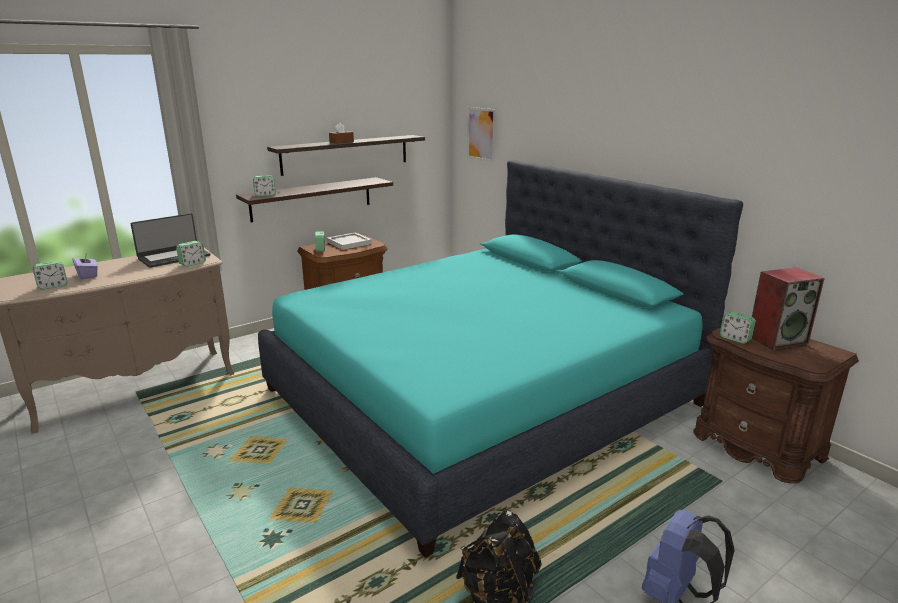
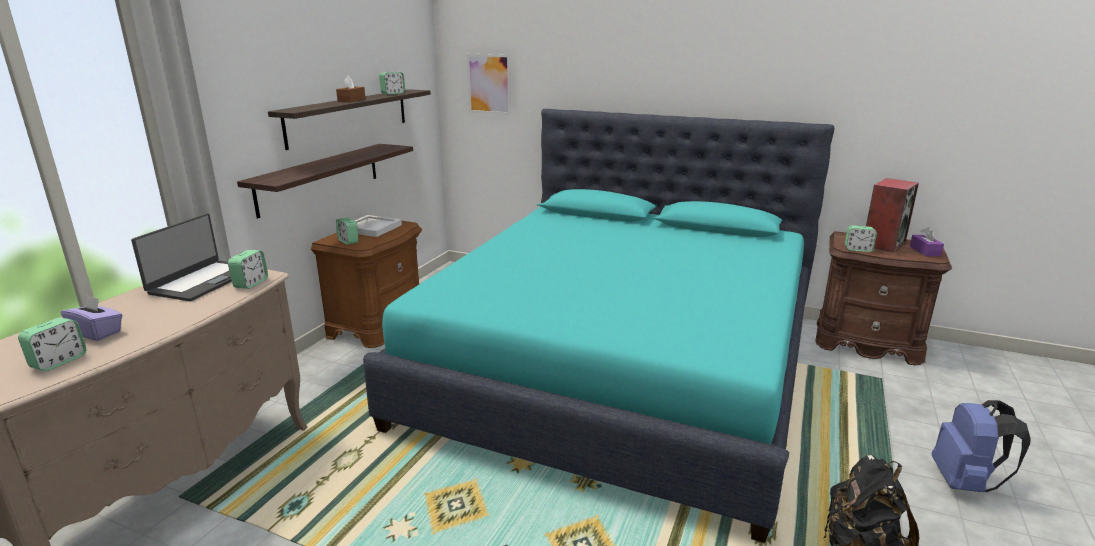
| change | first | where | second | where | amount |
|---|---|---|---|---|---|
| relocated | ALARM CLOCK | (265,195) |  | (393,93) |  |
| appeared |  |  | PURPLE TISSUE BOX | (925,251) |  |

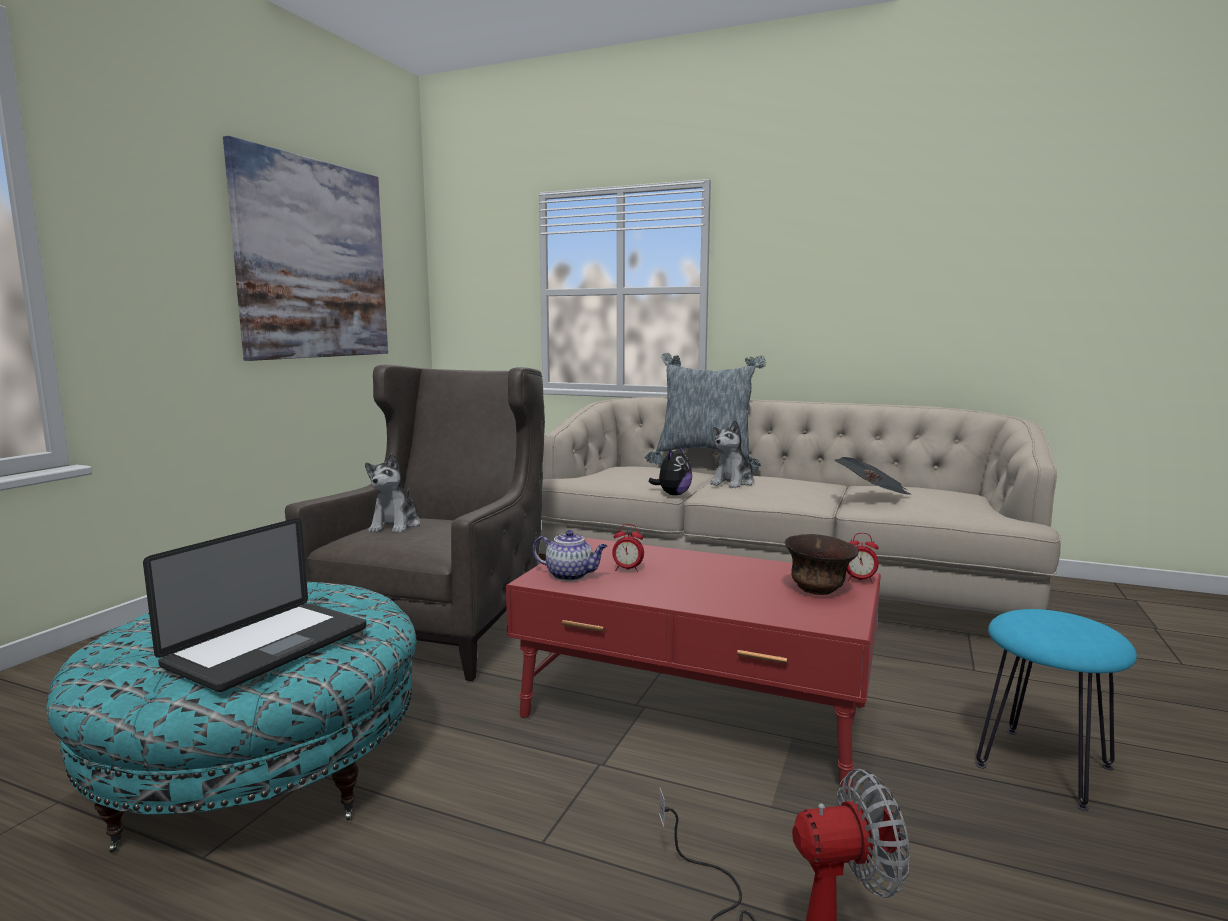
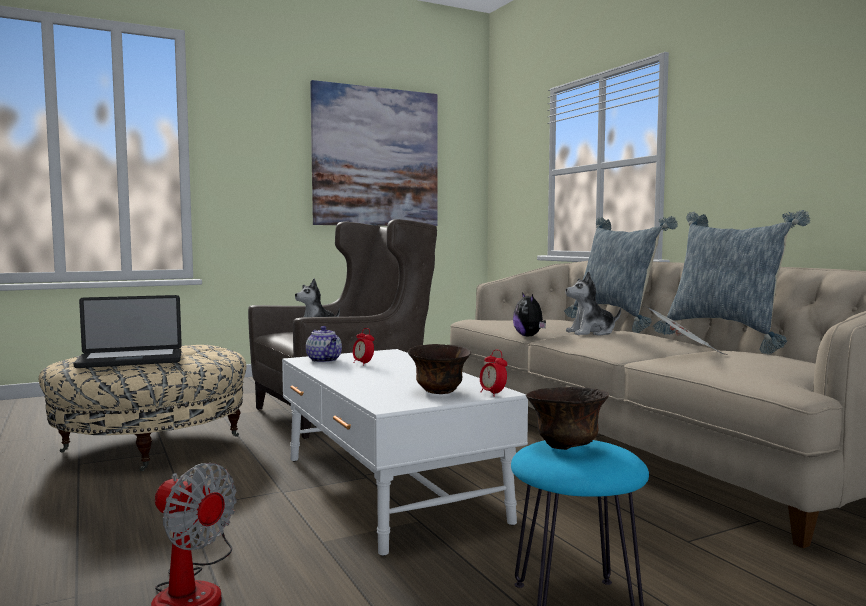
| change | first | where | second | where | amount |
|---|---|---|---|---|---|
| colour | TURQUOISE OTTOMAN | (260,770) | BEIGE OTTOMAN | (151,444) |  |
| colour | RED COFFEE TABLE | (696,712) | WHITE COFFEE TABLE | (390,489) |  |
| spun | PLUSH TOY | (673,494) |  | (529,336) | 90 degrees clockwise |
| appeared |  |  | BROWN BOWL | (566,446) |  |
| appeared |  |  | PILLOW | (726,344) |  |

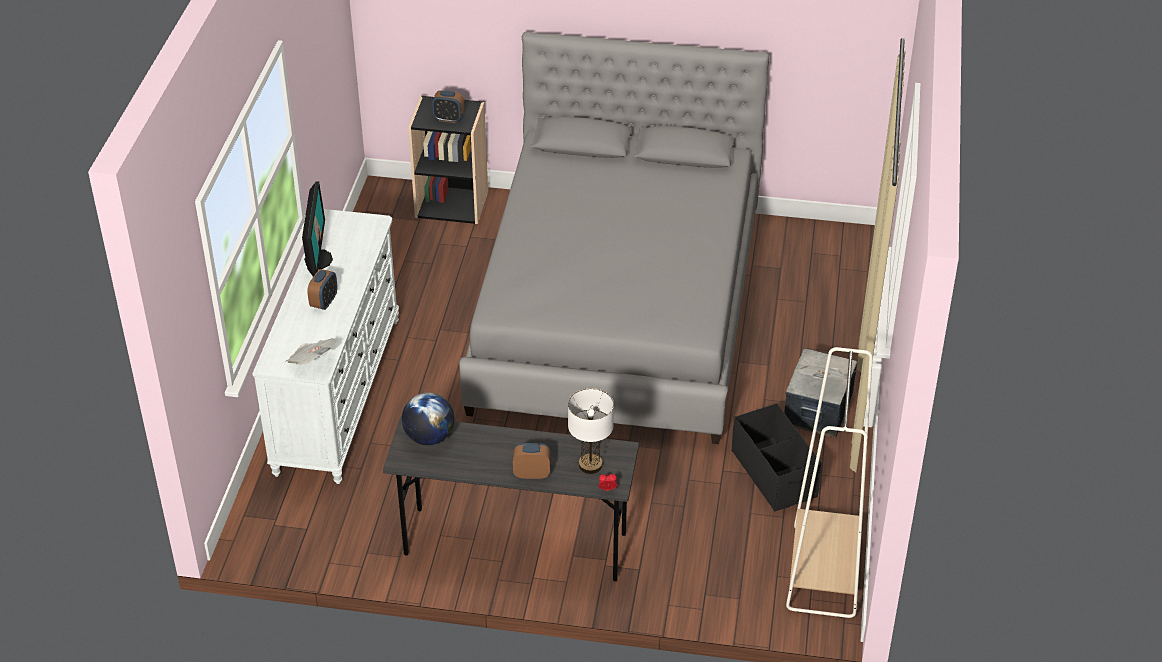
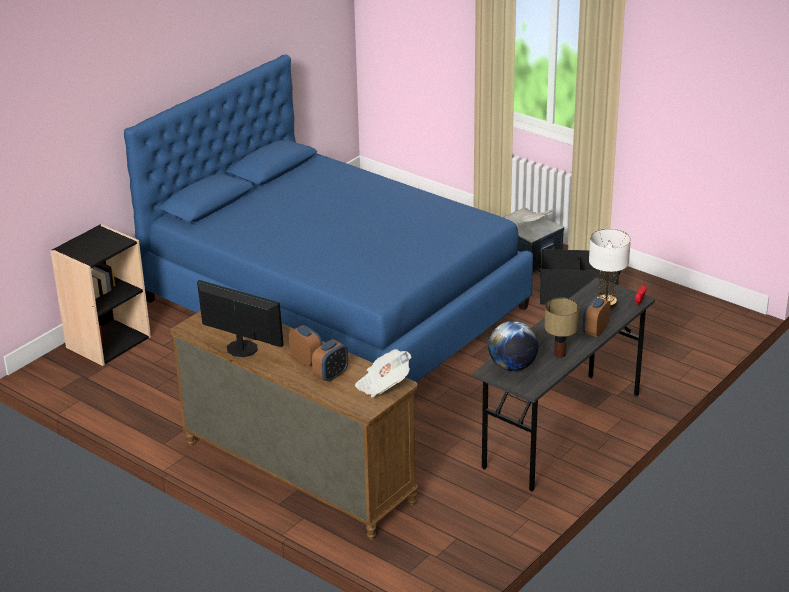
| change | first | where | second | where | amount |
|---|---|---|---|---|---|
| colour | WHITE DRESSER | (338,394) | BROWN DRESSER | (297,473) |  |
| relocated | ALARM CLOCK | (448,119) |  | (331,375) |  |
| colour | GREY BED | (618,310) | BLUE BED | (335,303) |  |
| missing | CLOTHES RACK | (823,573) |  |  |  |
| appeared |  |  | TABLE LAMP | (559,355) |  |

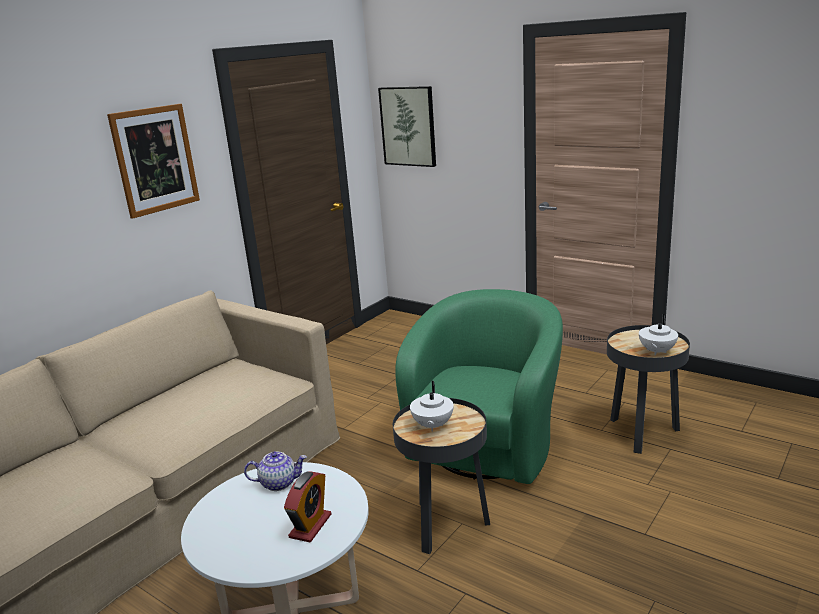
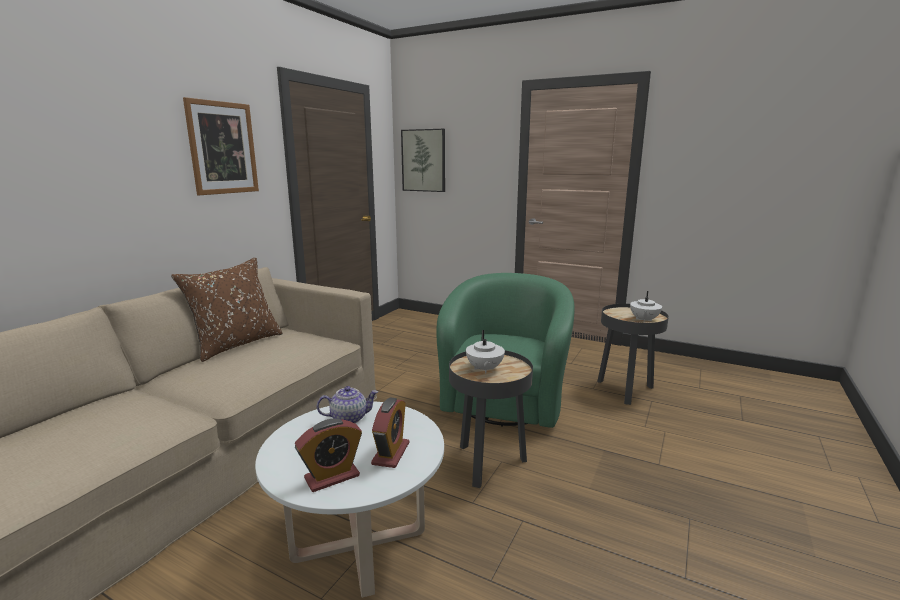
| change | first | where | second | where | amount |
|---|---|---|---|---|---|
| appeared |  |  | BROWN PILLOW | (236,344) |  |
| appeared |  |  | ALARM CLOCK | (332,477) |  |

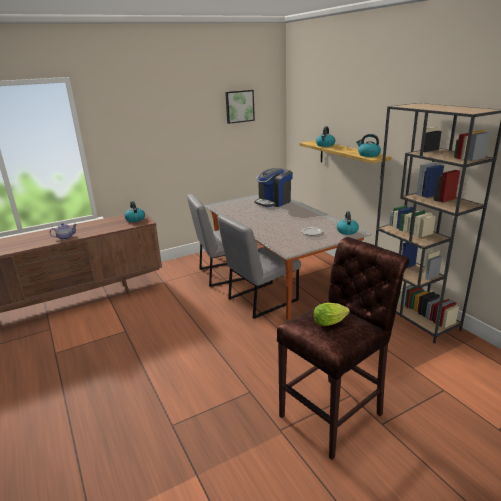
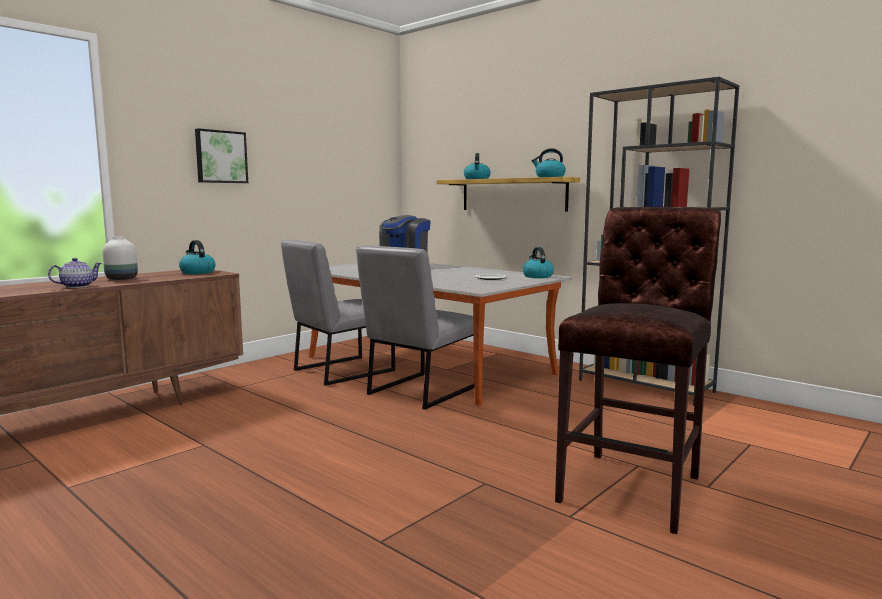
| change | first | where | second | where | amount |
|---|---|---|---|---|---|
| relocated | PICTURE | (239,106) |  | (220,157) |  |
| missing | LETTUCE | (331,322) |  |  |  |
| appeared |  |  | WHITE VASE | (122,279) |  |

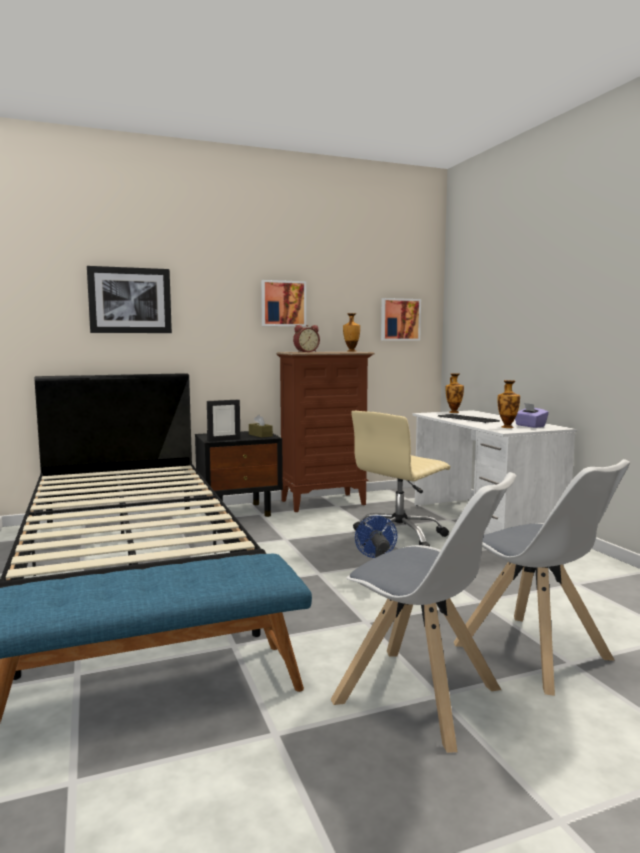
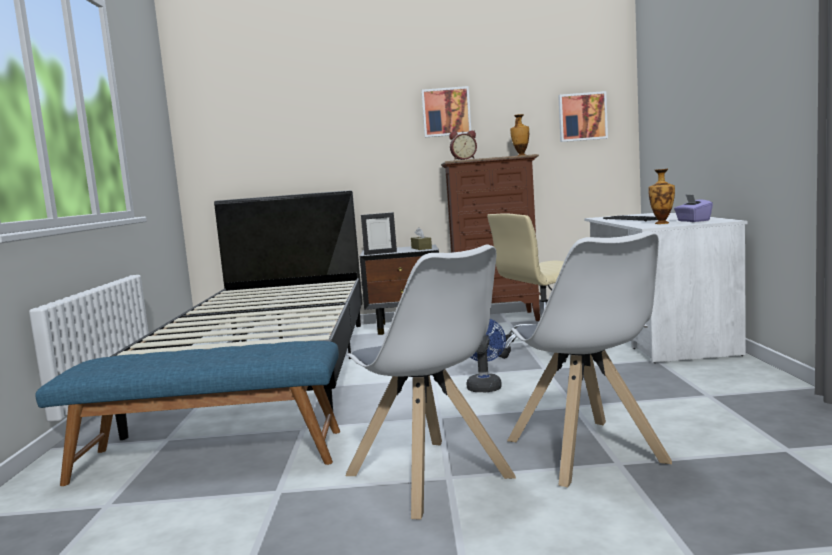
| change | first | where | second | where | amount |
|---|---|---|---|---|---|
| missing | PICTURE | (130,300) |  |  |  |
| missing | VASE | (453,412) |  |  |  |

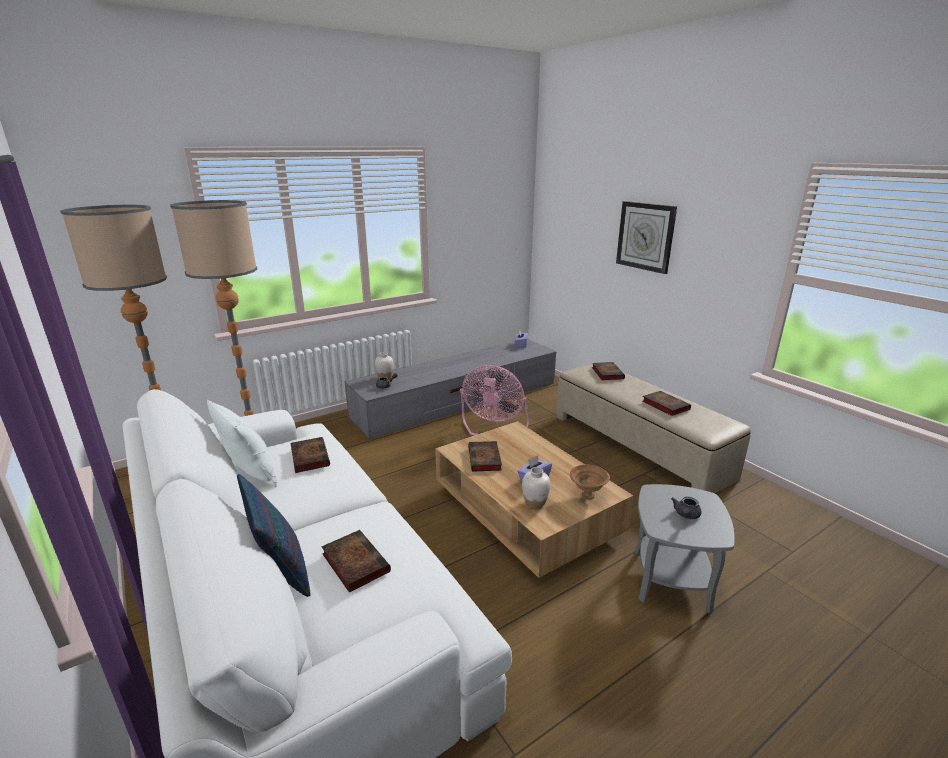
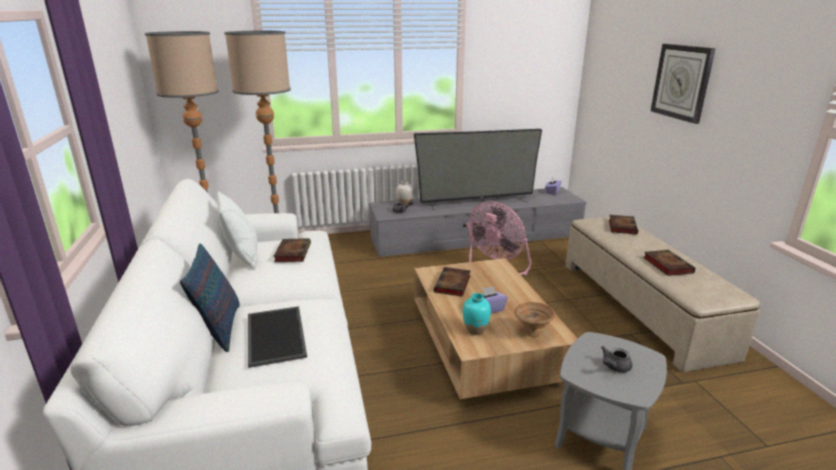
| change | first | where | second | where | amount |
|---|---|---|---|---|---|
| exchanged | BOOK | (354,562) | TRAY | (274,335) |  |
| colour | WHITE VASE | (535,504) | TURQUOISE VASE | (475,330) |  |
| appeared |  |  | TELEVISION | (477,202) |  |

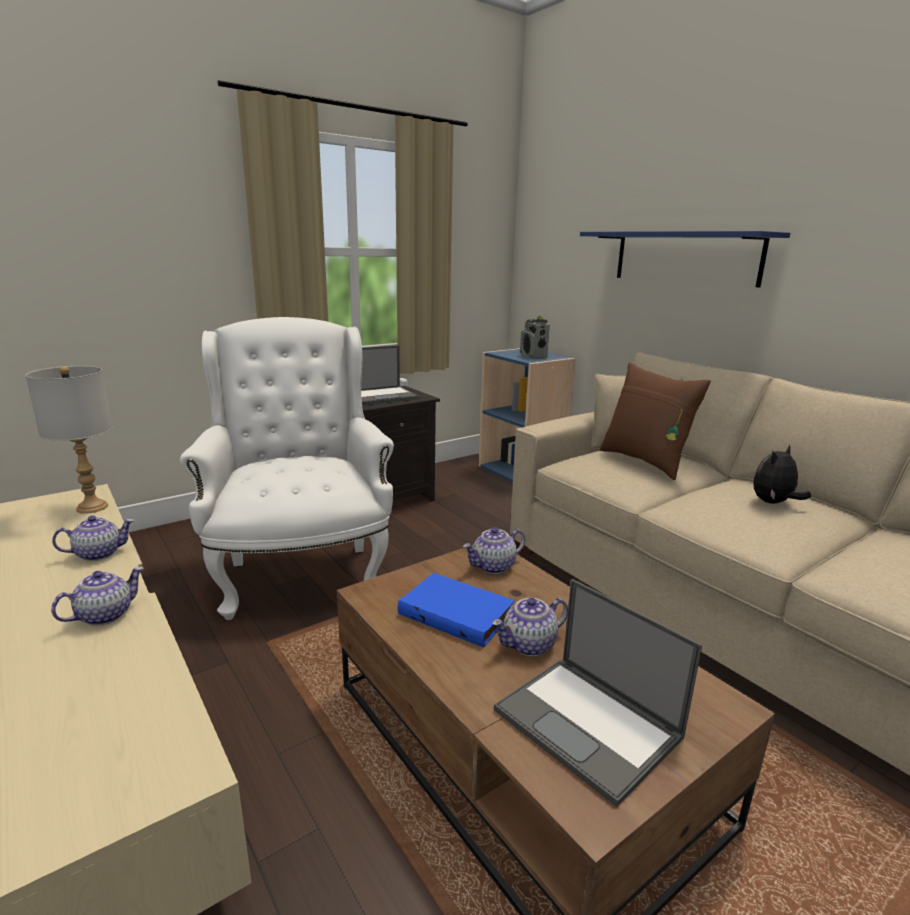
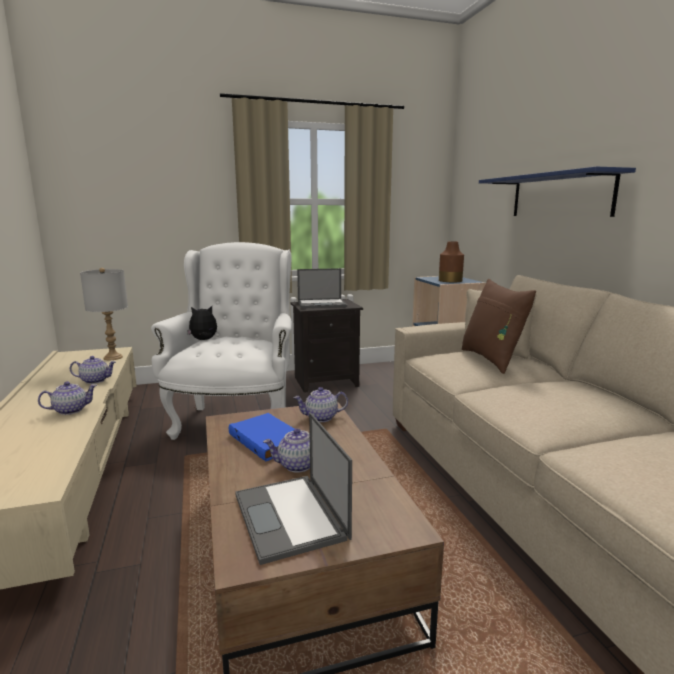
| change | first | where | second | where | amount |
|---|---|---|---|---|---|
| exchanged | RADIO | (533,356) | BROWN VASE | (450,280) |  |
| relocated | PLUSH TOY | (773,503) |  | (204,340) |  |

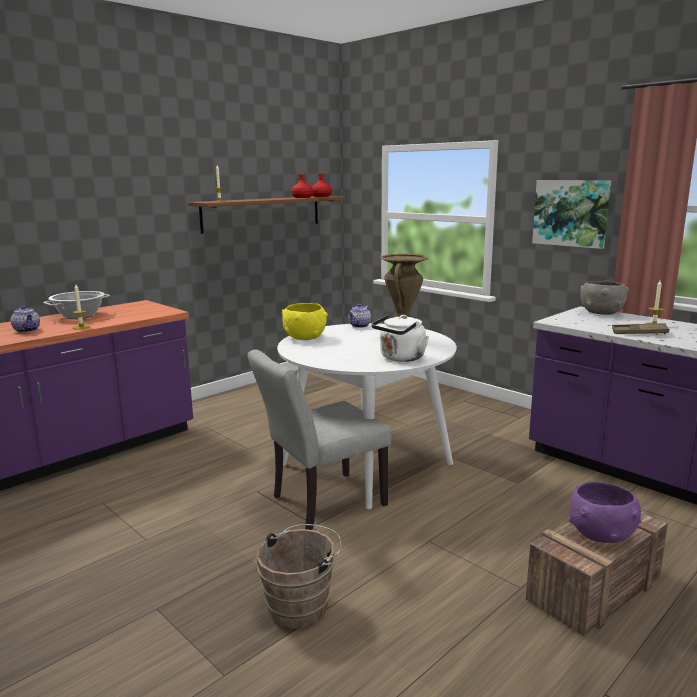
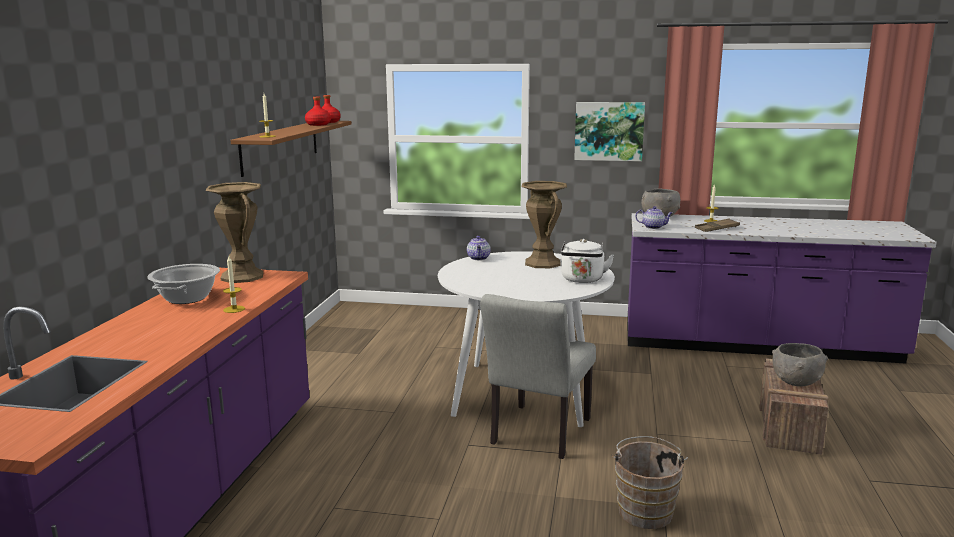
| change | first | where | second | where | amount |
|---|---|---|---|---|---|
| relocated | TEAPOT | (27,330) |  | (653,227) |  |
| missing | YELLOW BOWL | (305,338) |  |  |  |
| colour | PURPLE BOWL | (600,534) | GREY BOWL | (796,382) |  |
| appeared |  |  | BROWN VASE | (242,276) |  |

